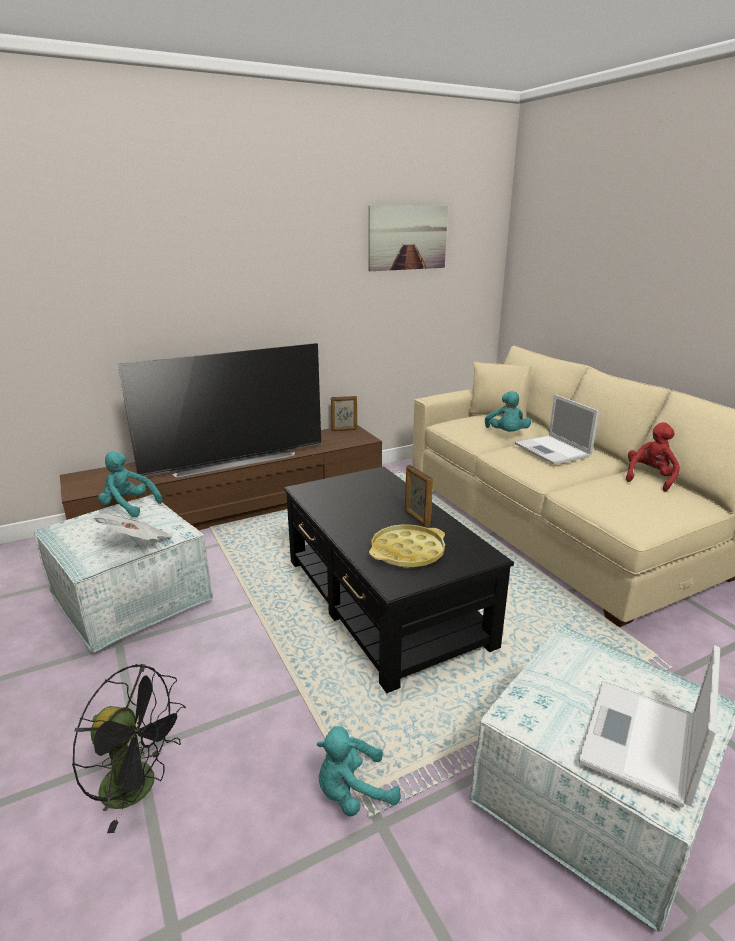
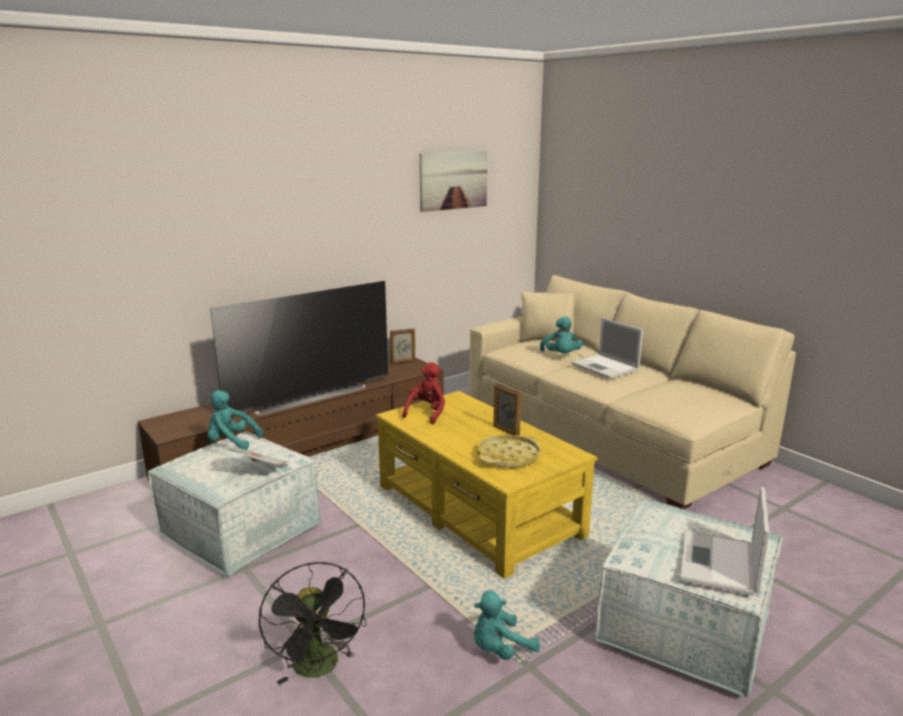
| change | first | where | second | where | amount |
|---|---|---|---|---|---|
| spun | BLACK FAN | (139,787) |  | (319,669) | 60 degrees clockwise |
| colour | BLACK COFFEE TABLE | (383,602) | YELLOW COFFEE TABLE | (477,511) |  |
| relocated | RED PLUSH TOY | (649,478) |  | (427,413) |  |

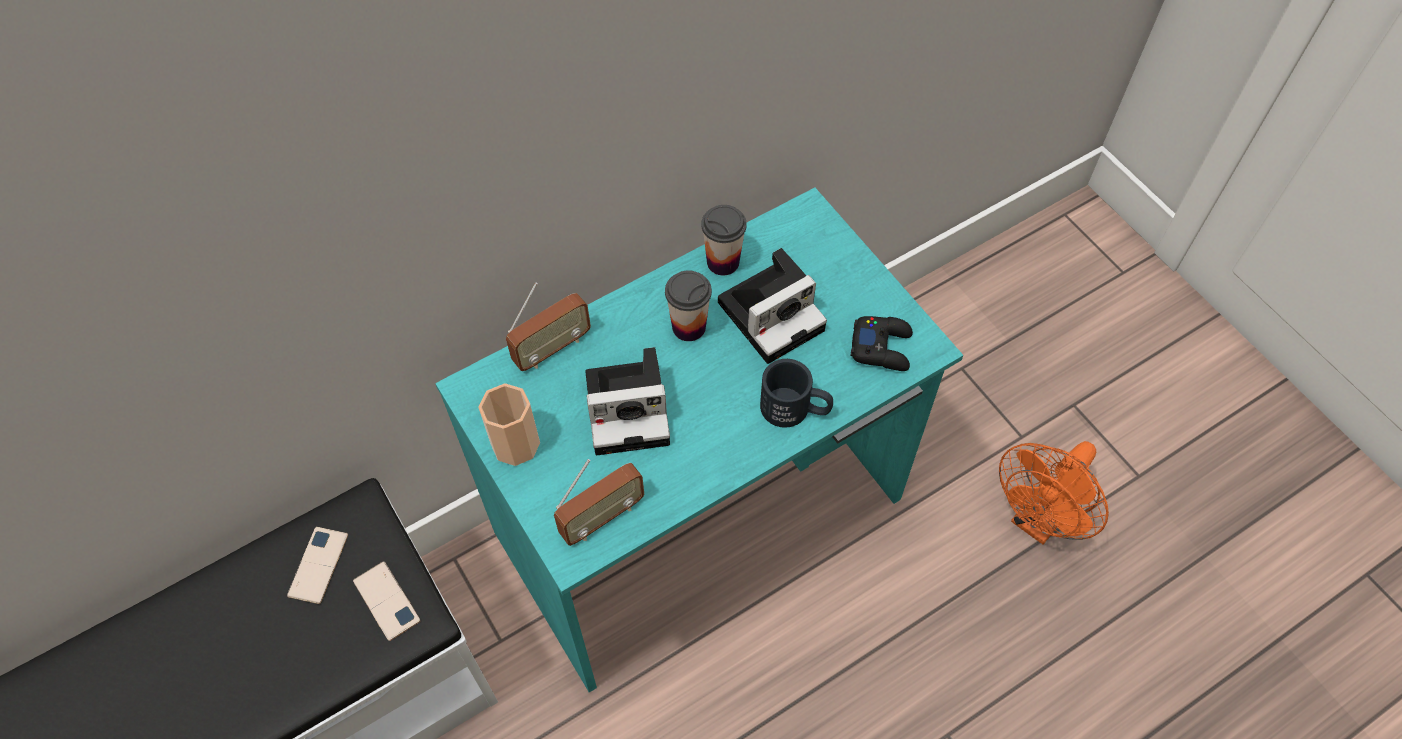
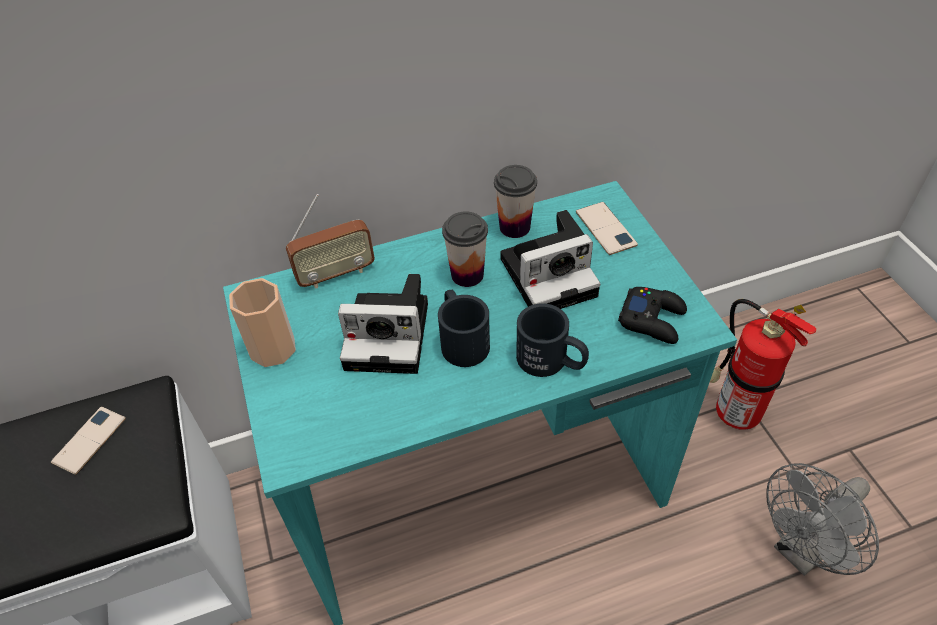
| change | first | where | second | where | amount |
|---|---|---|---|---|---|
| relocated | PHONE | (386,601) |  | (605,228) |  |
| missing | RADIO | (602,517) |  |  |  |
| colour | ORANGE FAN | (1038,520) | GREY FAN | (802,551) |  |
| appeared |  |  | BLACK MUG | (461,339) |  |
| appeared |  |  | FIRE EXTINGUISHER | (732,411) |  |

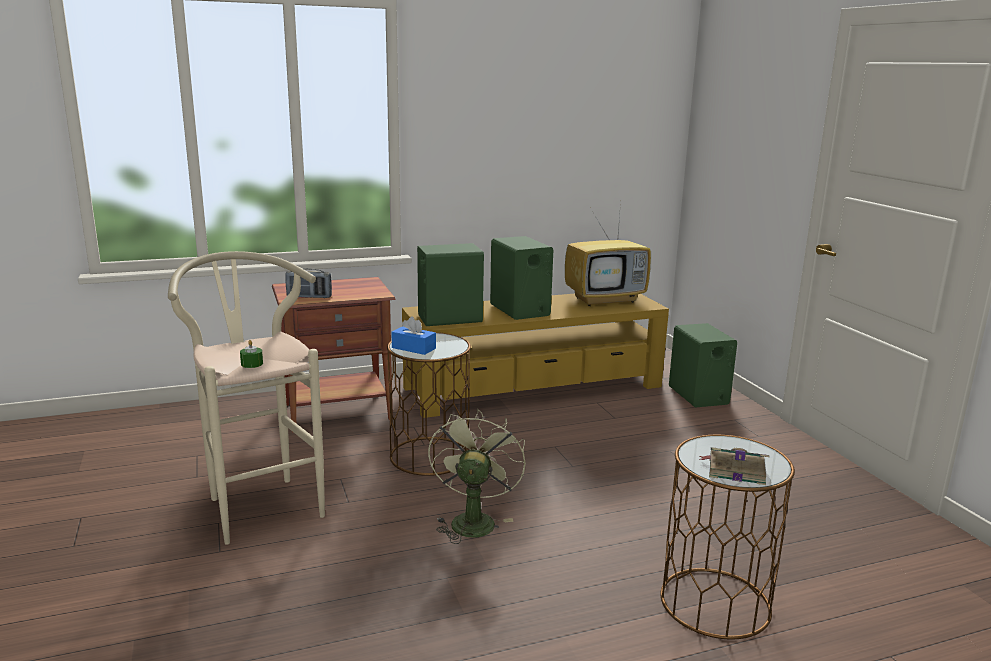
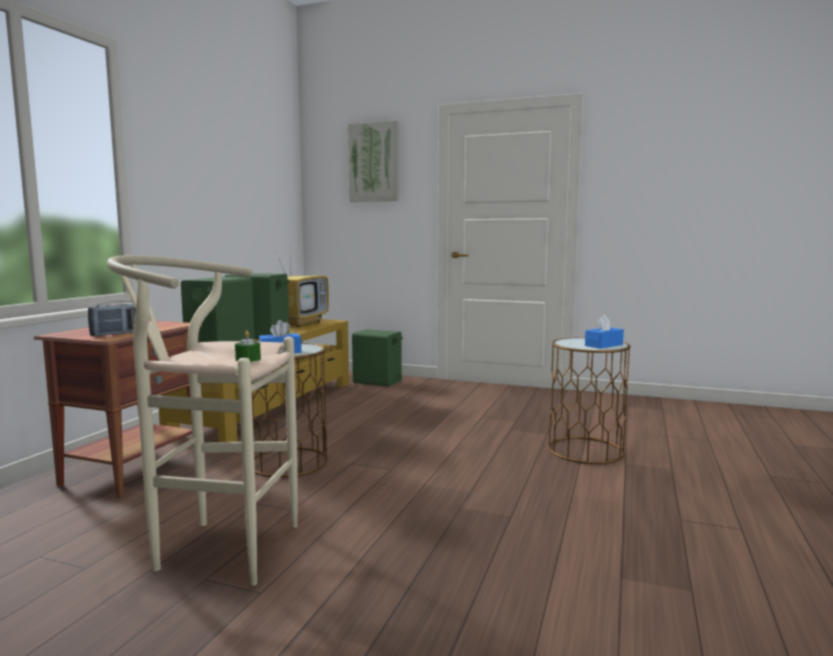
| change | first | where | second | where | amount |
|---|---|---|---|---|---|
| missing | GREEN FAN | (473,520) |  |  |  |
| exchanged | BOOK | (734,470) | BLUE TISSUE BOX | (603,345) |  |
| appeared |  |  | PICTURE | (374,162) |  |

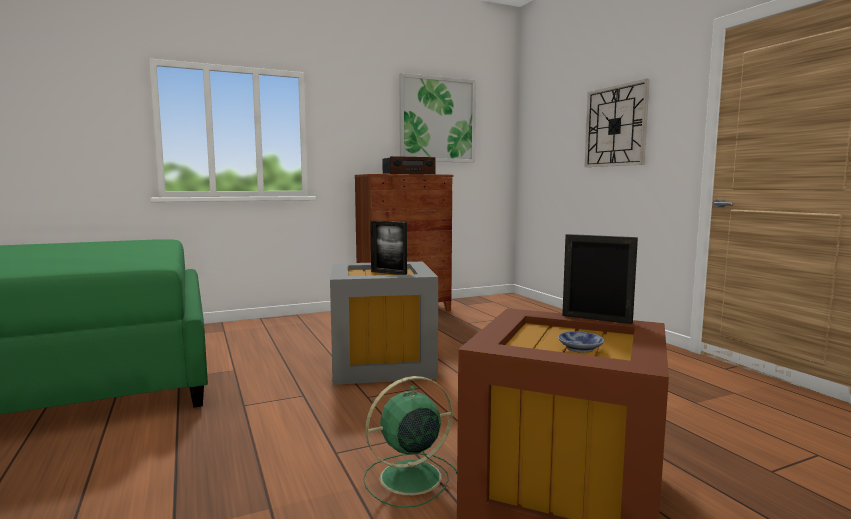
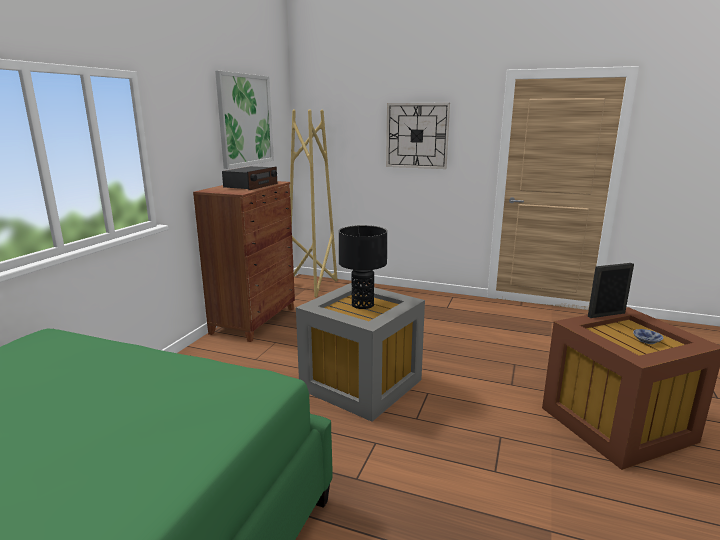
| change | first | where | second | where | amount |
|---|---|---|---|---|---|
| missing | GREEN FAN | (408,478) |  |  |  |
| exchanged | PICTURE FRAME | (388,273) | BLACK TABLE LAMP | (363,304) |  |
| appeared |  |  | YELLOW CLOTHES RACK | (313,287) |  |

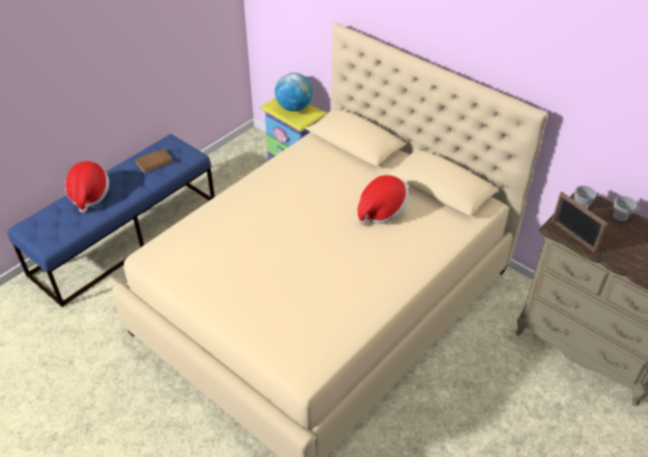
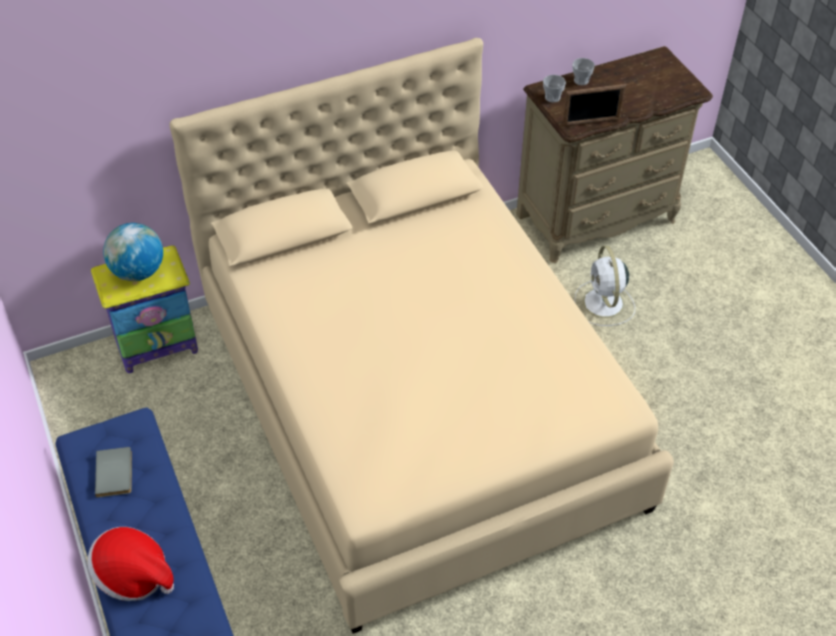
| change | first | where | second | where | amount |
|---|---|---|---|---|---|
| colour | BROWN BOOK | (154,162) | GREY BOOK | (116,473) |  |
| missing | HAT | (381,211) |  |  |  |
| appeared |  |  | WHITE FAN | (604,304) |  |

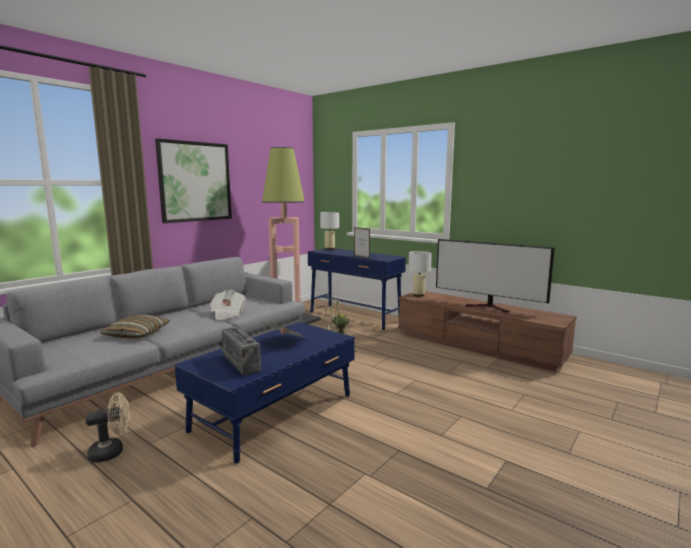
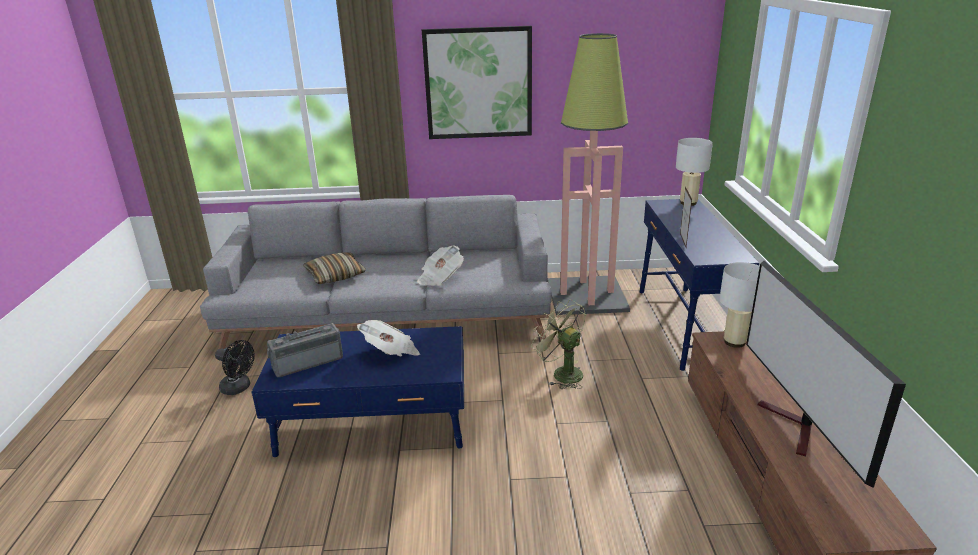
| change | first | where | second | where | amount |
|---|---|---|---|---|---|
| colour | BEIGE FAN | (112,452) | BLACK FAN | (239,388) |  |
| spun | RADIO | (238,364) |  | (307,361) | 45 degrees clockwise |

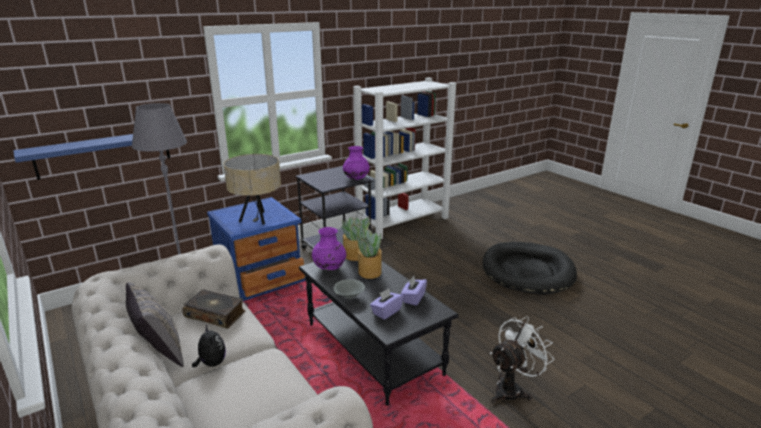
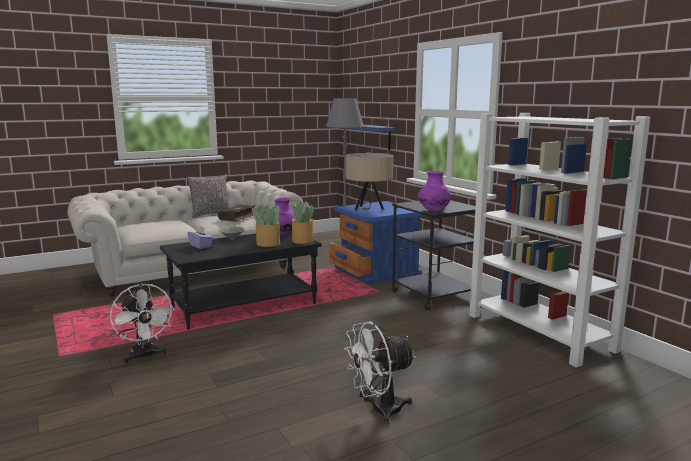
| change | first | where | second | where | amount |
|---|---|---|---|---|---|
| missing | PLUSH TOY | (211,363) |  |  |  |
| missing | PURPLE TISSUE BOX | (413,298) |  |  |  |
| exchanged | BLACK DOG BED | (527,271) | WHITE FAN | (379,410) |  |

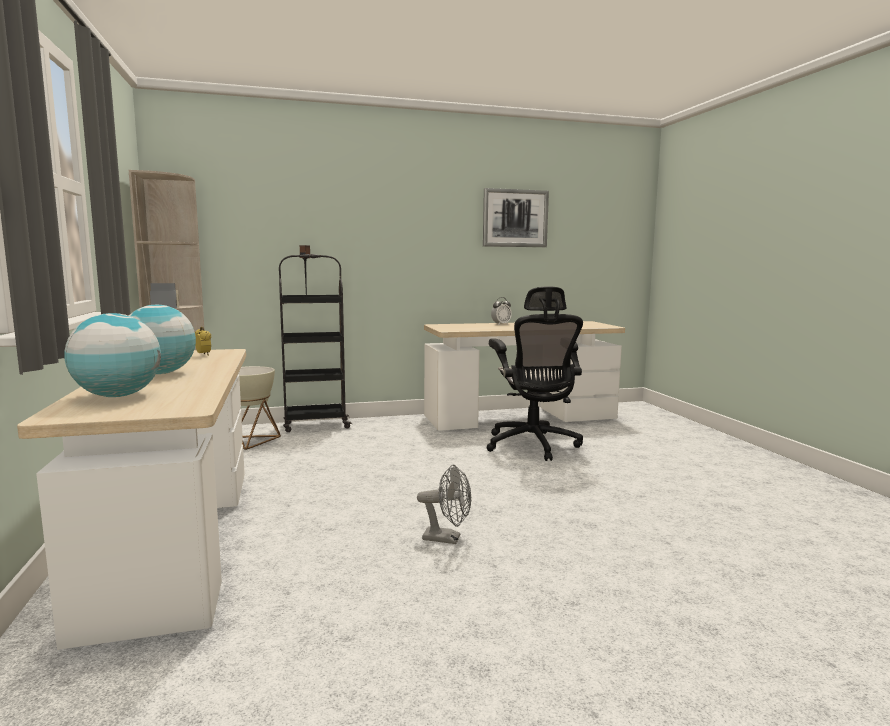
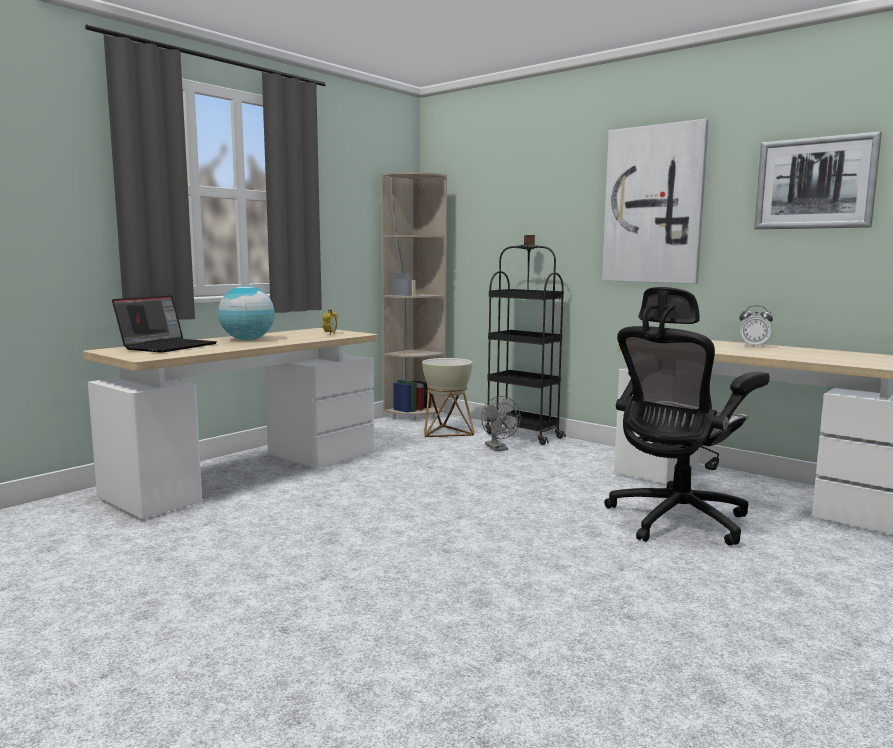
| change | first | where | second | where | amount |
|---|---|---|---|---|---|
| exchanged | GLOBE | (117,396) | LAPTOP | (168,346) |  |
| relocated | GREY FAN | (447,538) |  | (498,449) |  |
| appeared |  |  | PICTURE | (654,205) |  |

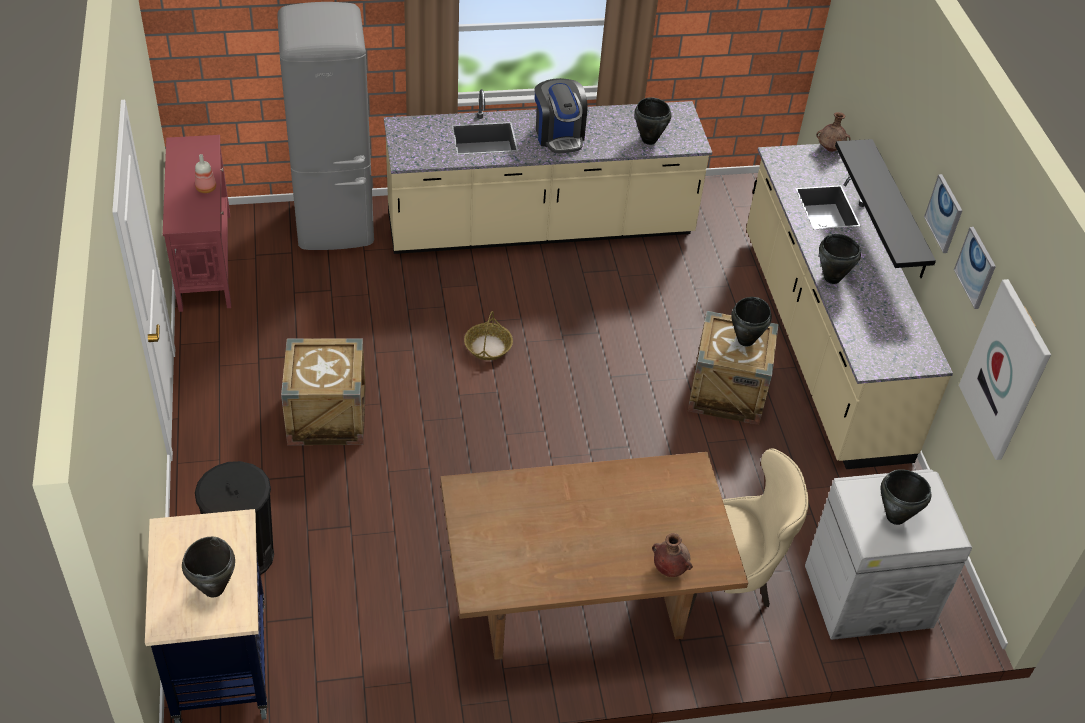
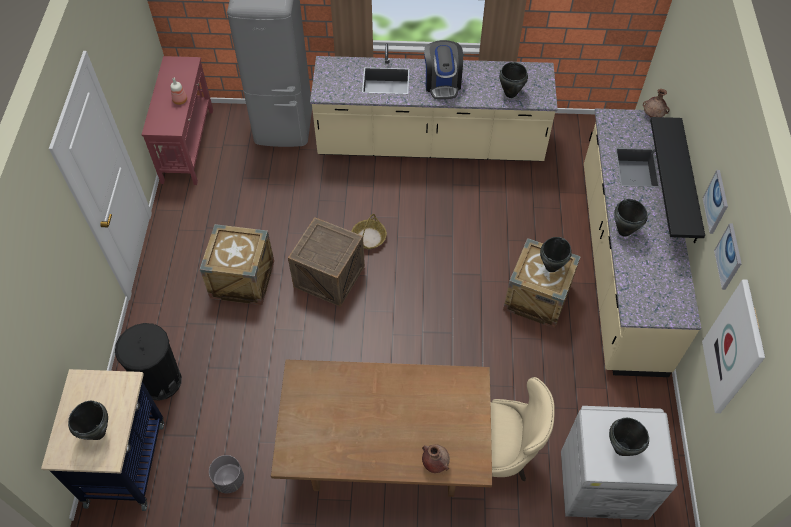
| change | first | where | second | where | amount |
|---|---|---|---|---|---|
| appeared |  |  | GREY PLANTER | (229,480) |  |
| appeared |  |  | CRATE | (329,276) |  |

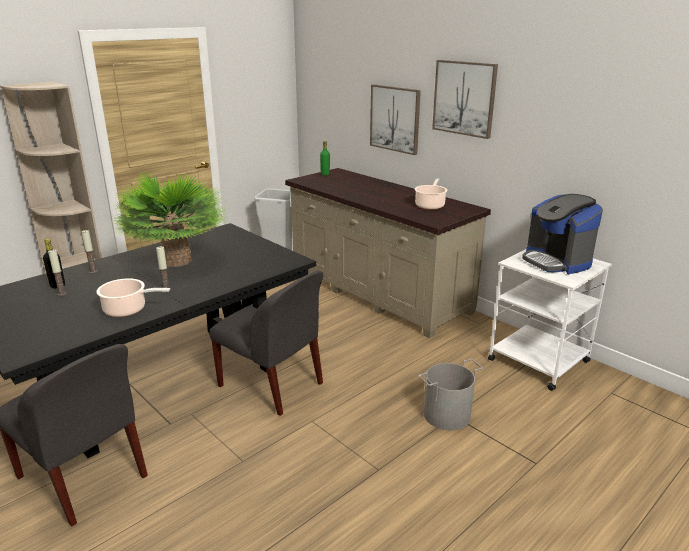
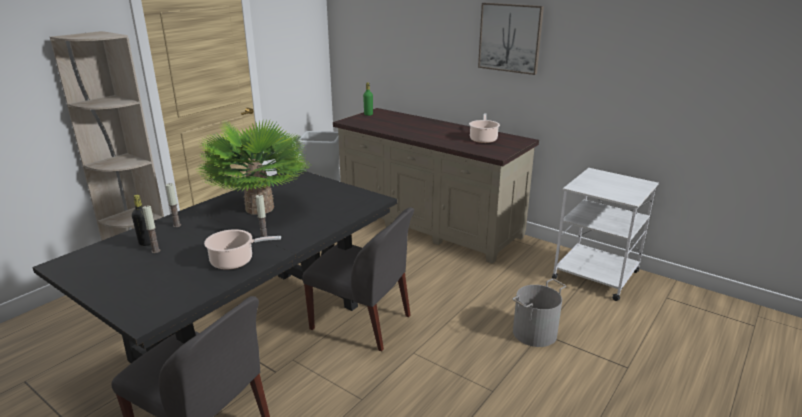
| change | first | where | second | where | amount |
|---|---|---|---|---|---|
| missing | PICTURE | (395,119) |  |  |  |
| missing | COFFEE MACHINE | (556,261) |  |  |  |

